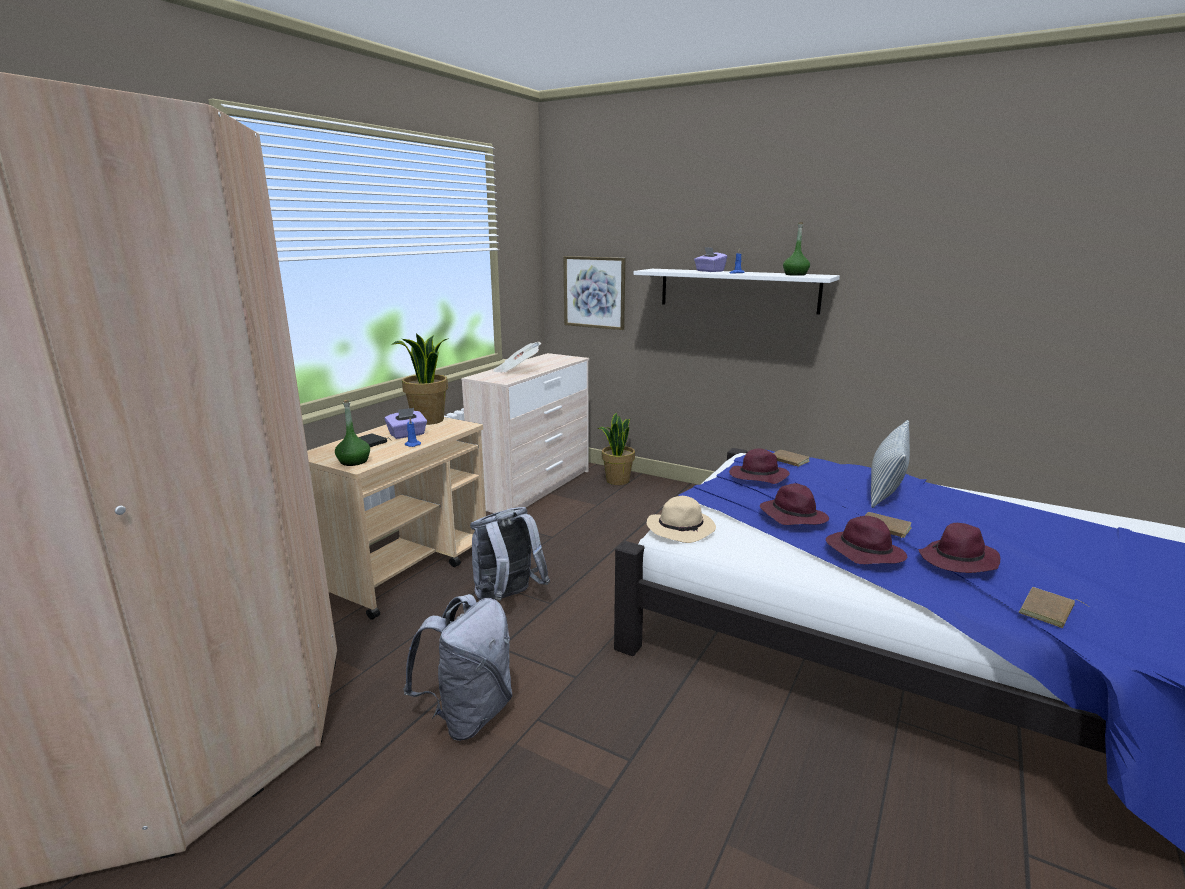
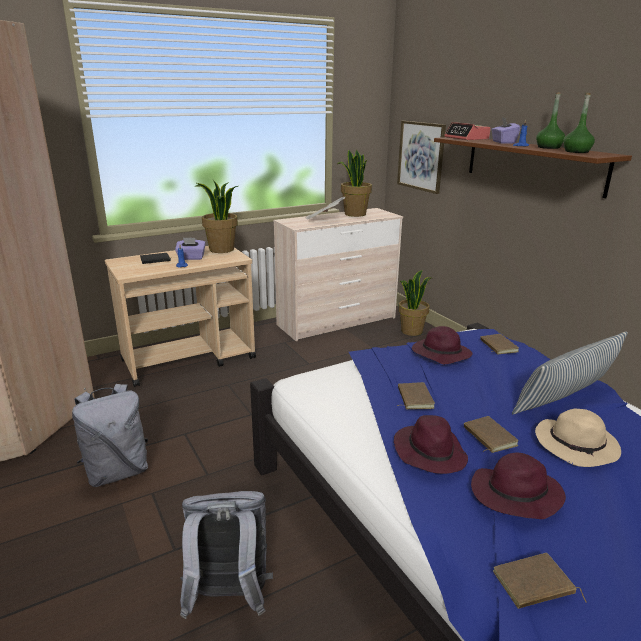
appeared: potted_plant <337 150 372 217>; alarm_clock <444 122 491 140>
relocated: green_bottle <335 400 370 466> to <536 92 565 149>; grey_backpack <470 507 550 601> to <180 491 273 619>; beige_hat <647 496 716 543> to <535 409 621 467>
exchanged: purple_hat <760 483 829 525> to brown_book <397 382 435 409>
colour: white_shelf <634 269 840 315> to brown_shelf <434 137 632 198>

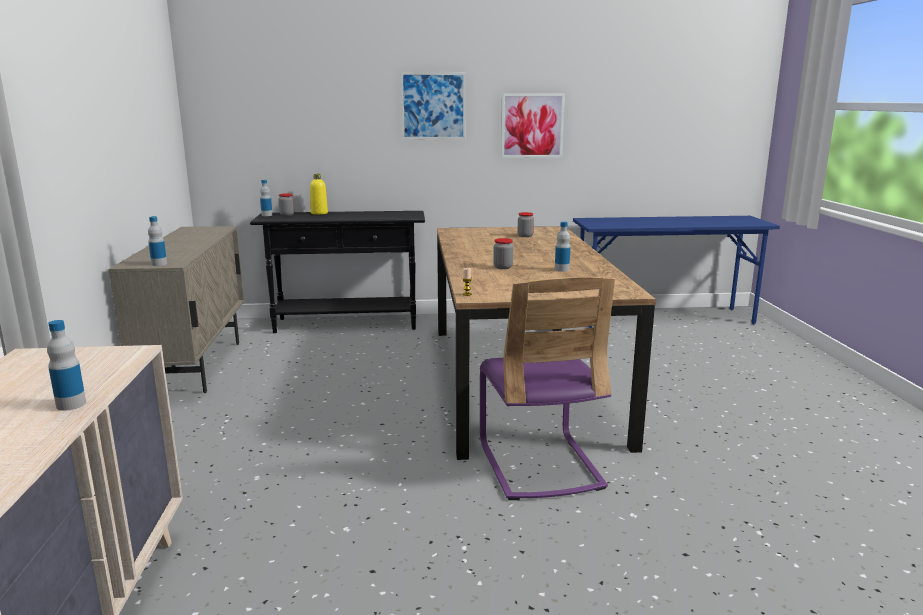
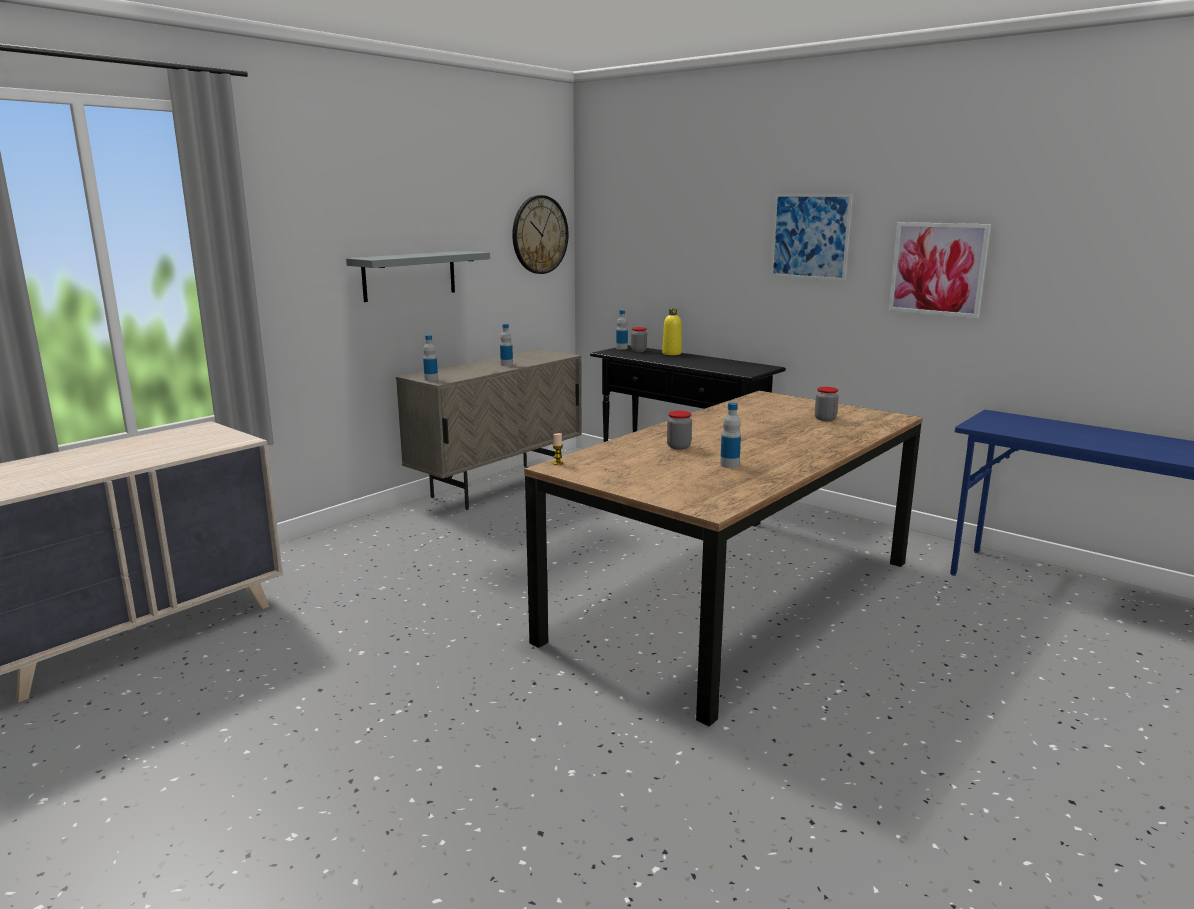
missing: purple_chair <480 277 615 500>
appeared: grey_shelf <346 251 490 302>; wall_clock <512 195 569 274>
relocated: bottle <47 320 86 411> to <500 324 513 366>

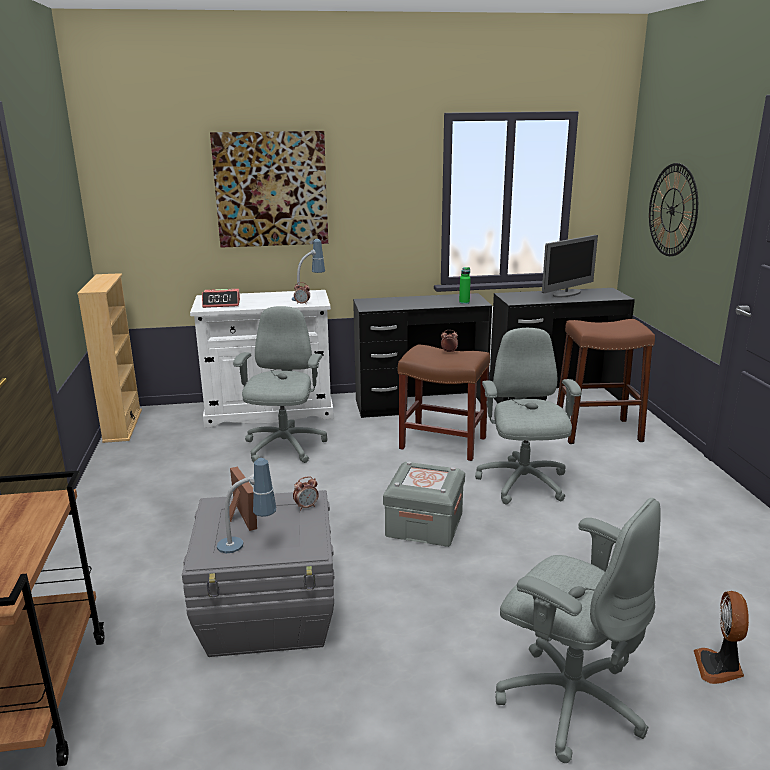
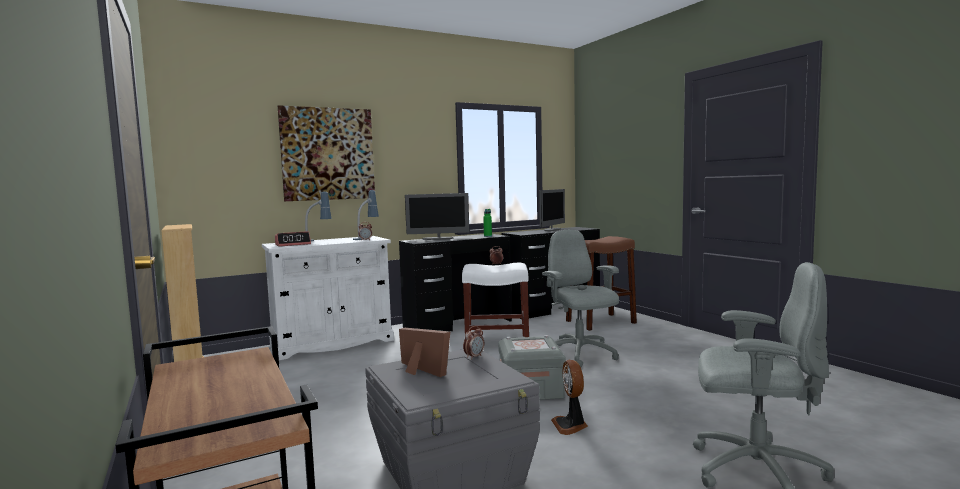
missing: grey_office_chair <233 306 327 463>; wall_clock <649 163 698 256>
appeared: monitor <405 193 469 240>
relocated: table_lamp <217 458 276 553> to <305 191 332 241>; fan <694 591 749 684> to <551 360 588 435>
colour: brown_stool <398 345 490 461> to white_stool <462 263 529 337>

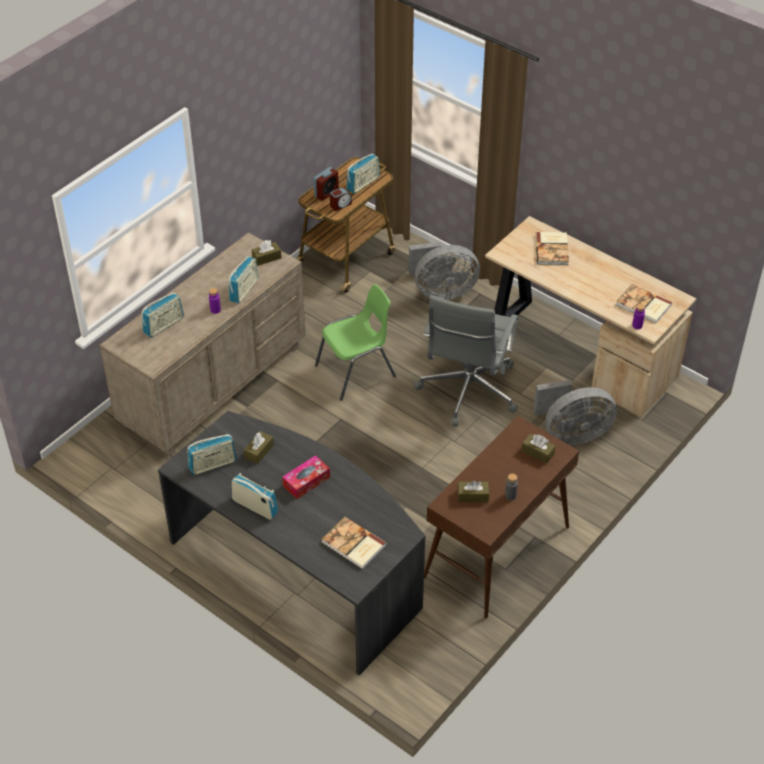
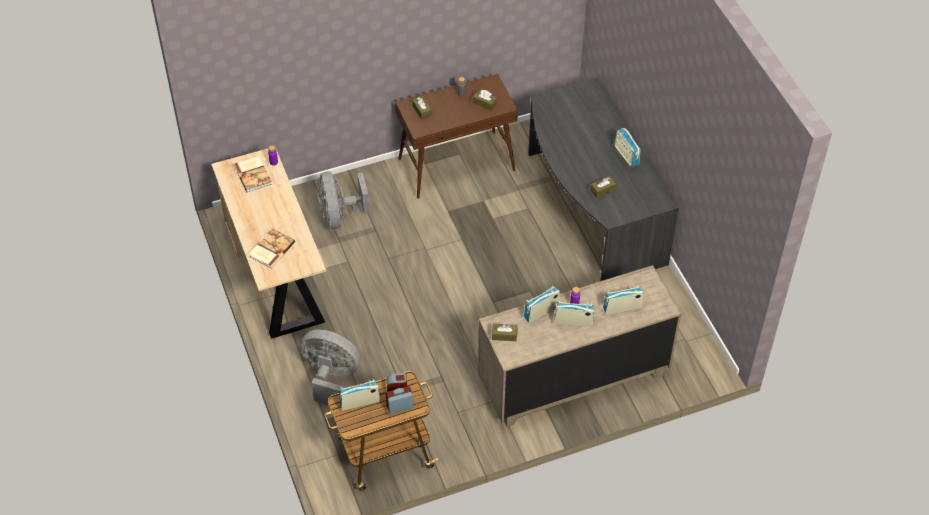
missing: tissue_box <282 455 330 499>; green_chair <315 284 396 401>; book <322 516 386 569>; grey_office_chair <414 295 518 426>
relocated: radio <187 434 237 475> to <554 301 595 327>
spun: grey_fan <533 380 617 445> = <318 171 369 229> 120 degrees counterclockwise

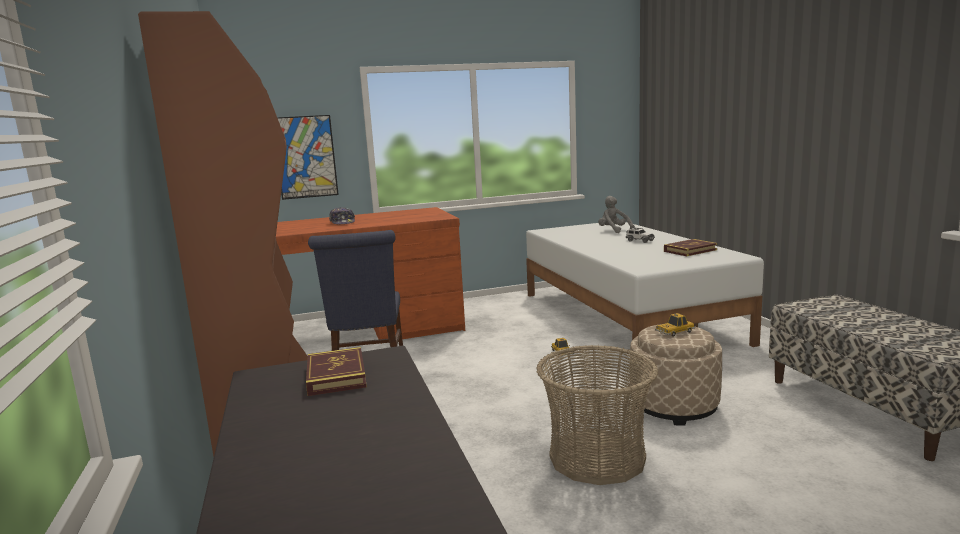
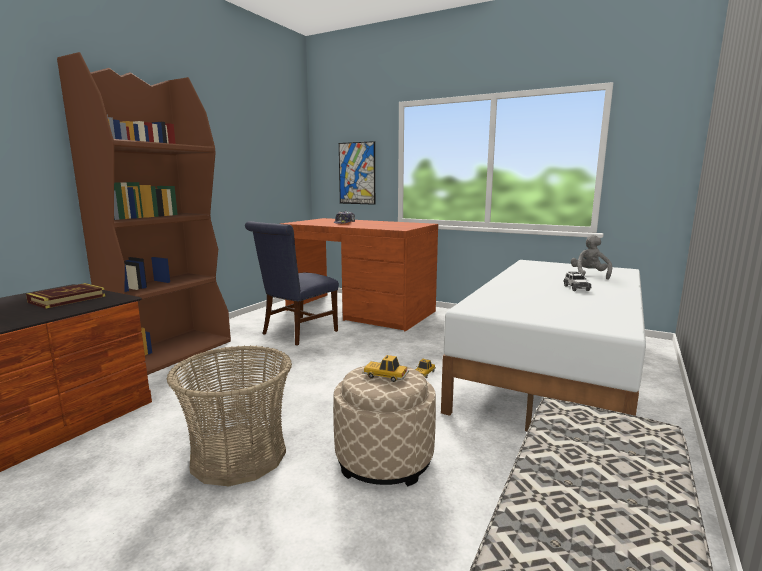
missing: book <664 239 717 256>

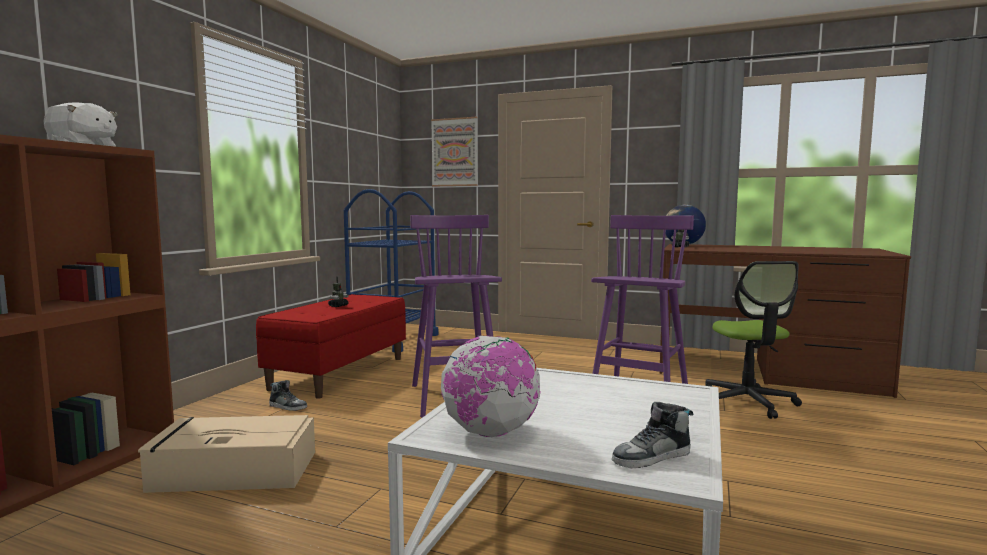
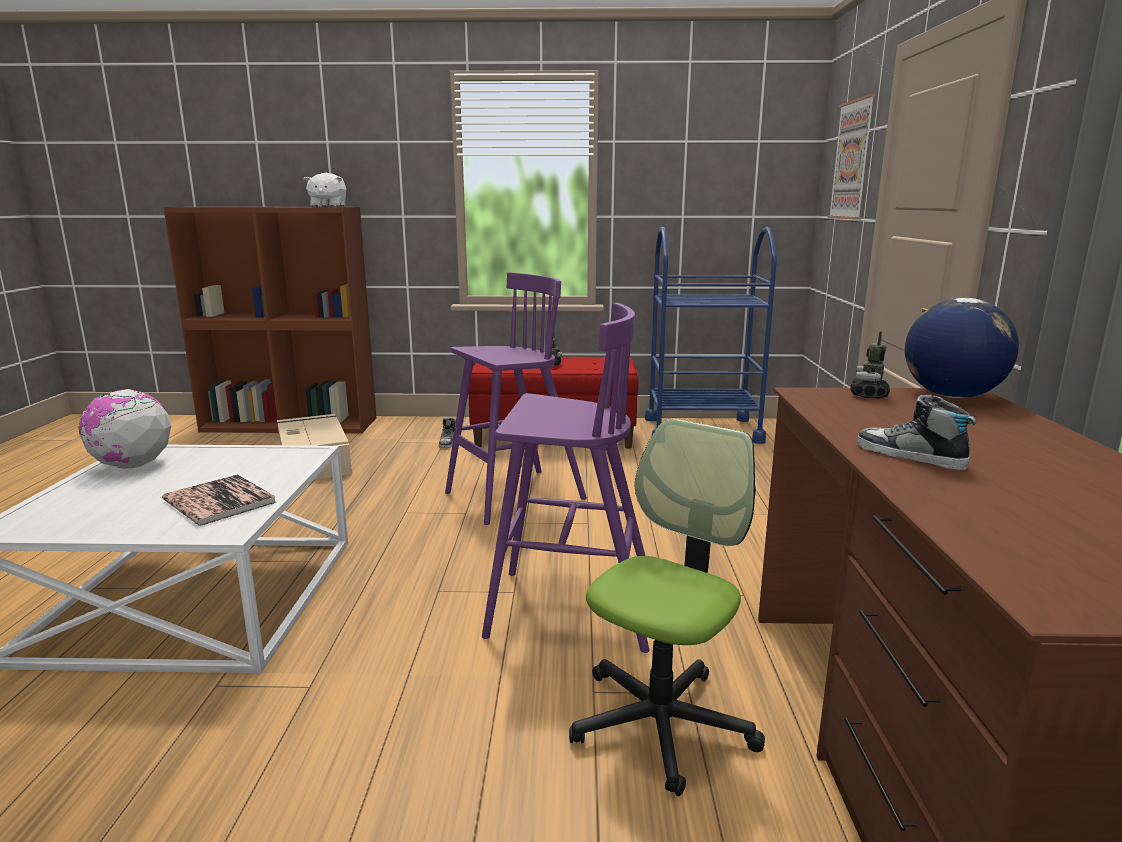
appeared: book <162 474 277 526>
relocated: shoe <611 402 693 469> to <857 395 976 470>
spun: office_chair <705 261 802 419> = <569 418 765 796> 150 degrees clockwise

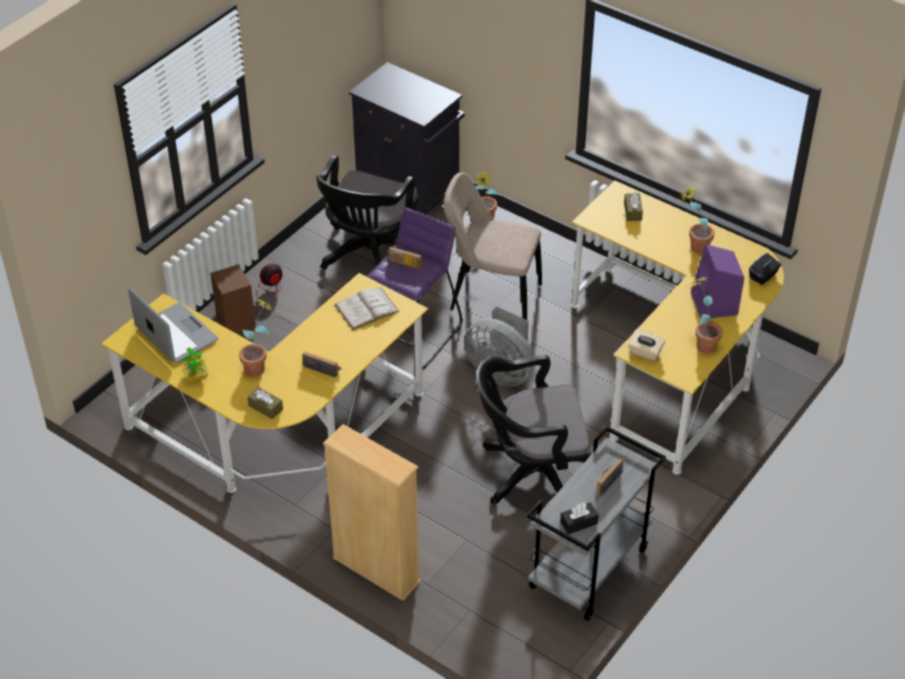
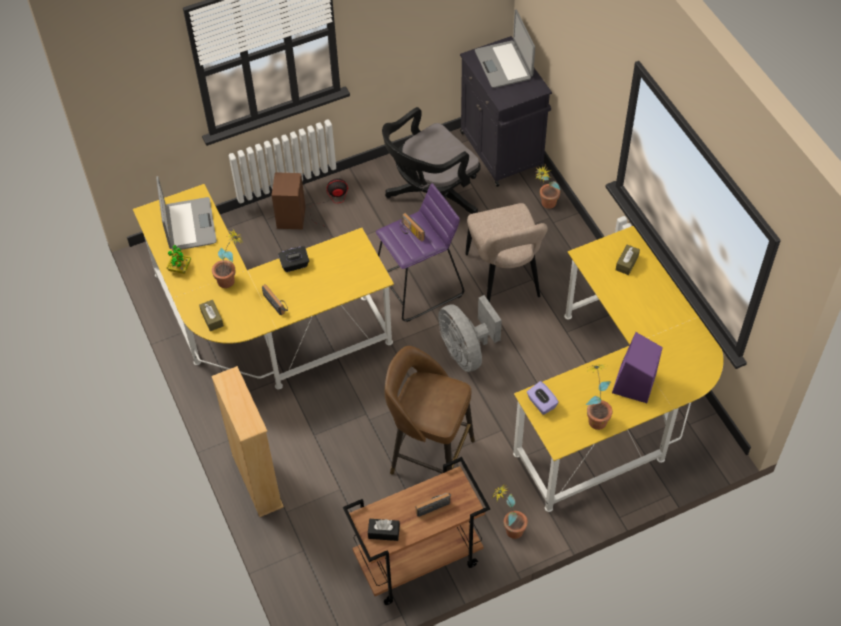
missing: white_book <335 287 399 330>
appeared: laptop <475 10 535 88>
relocated: potted_plant <679 185 715 254> to <491 483 528 539>; black_tissue_box <749 253 781 285> to <278 246 309 272>
exchanged: black_office_chair <476 355 592 505> to brown_stool <384 346 475 475>
colour: grey_cart <527 426 666 621> to brown_cart <343 457 490 605>; beige_tissue_box <628 330 665 361> to purple_tissue_box <526 381 559 415>
spun: beige_chair <443 173 542 320> = <466 203 548 302> 150 degrees counterclockwise

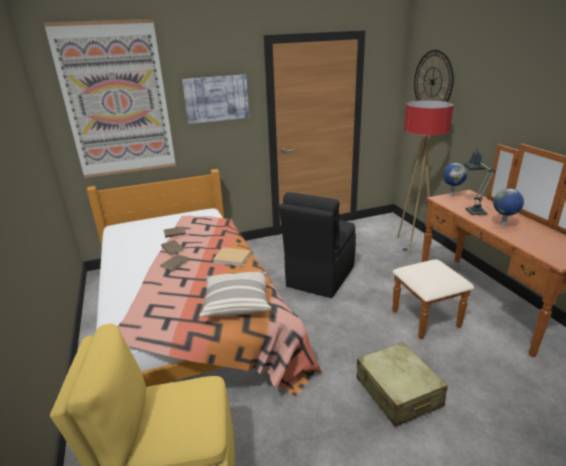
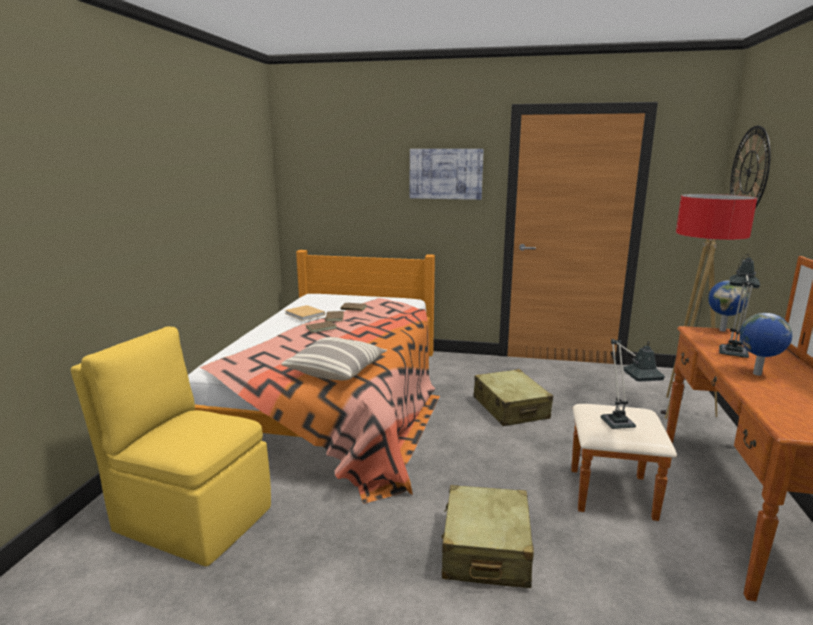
missing: picture <44 19 176 178>
appeared: table_lamp <601 339 665 429>
relocated: beige_book <213 247 251 266> to <285 305 325 321>
exchanged: black_chair <279 192 356 298> to beige_suitcase <473 369 553 426>

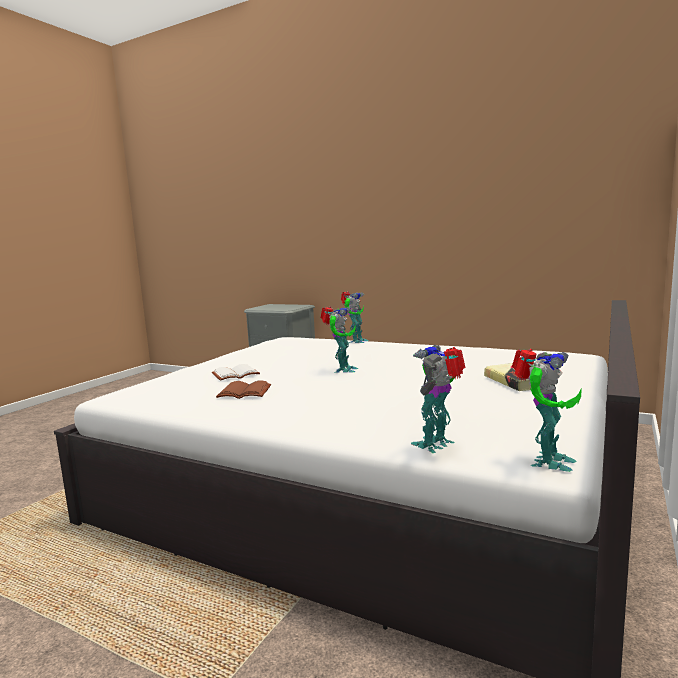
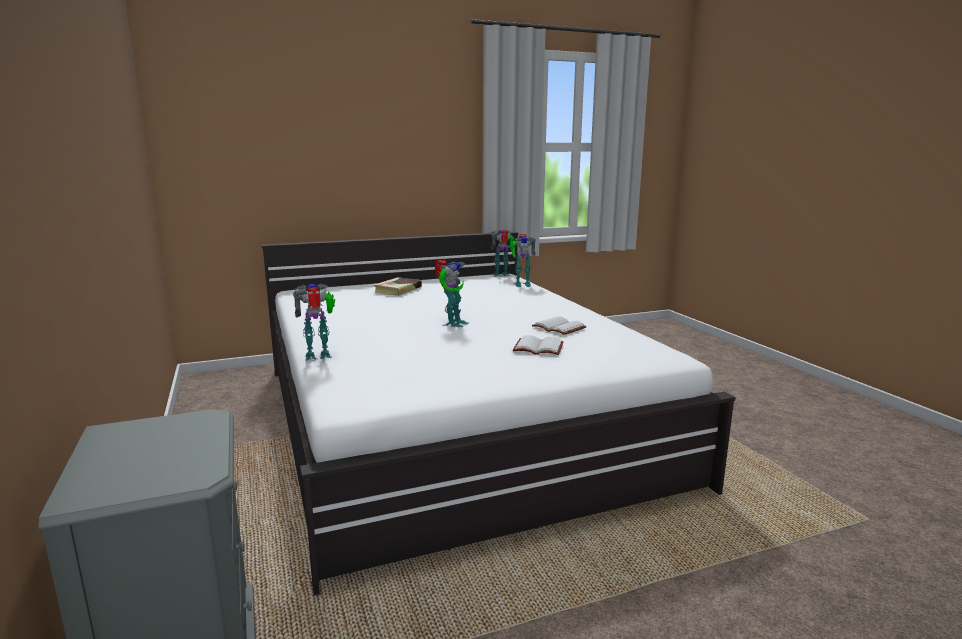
colour: brown_book <216 380 271 399> to white_book <532 317 587 335>
spun: toy_robot <321 307 358 373> = <435 259 469 327> 150 degrees clockwise

